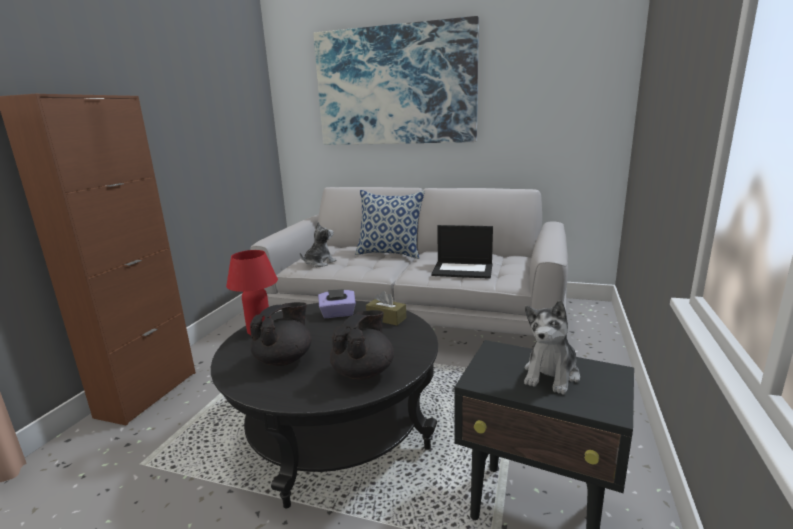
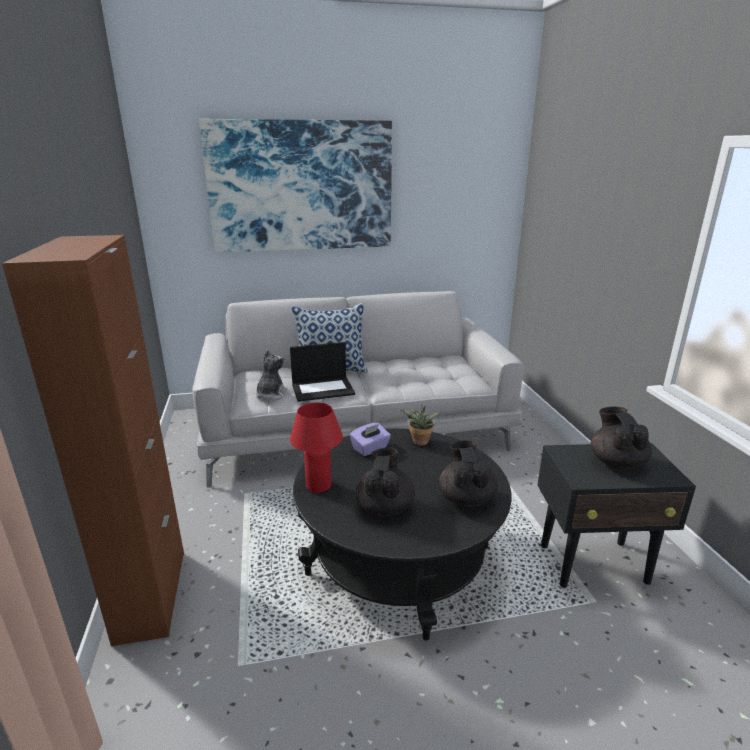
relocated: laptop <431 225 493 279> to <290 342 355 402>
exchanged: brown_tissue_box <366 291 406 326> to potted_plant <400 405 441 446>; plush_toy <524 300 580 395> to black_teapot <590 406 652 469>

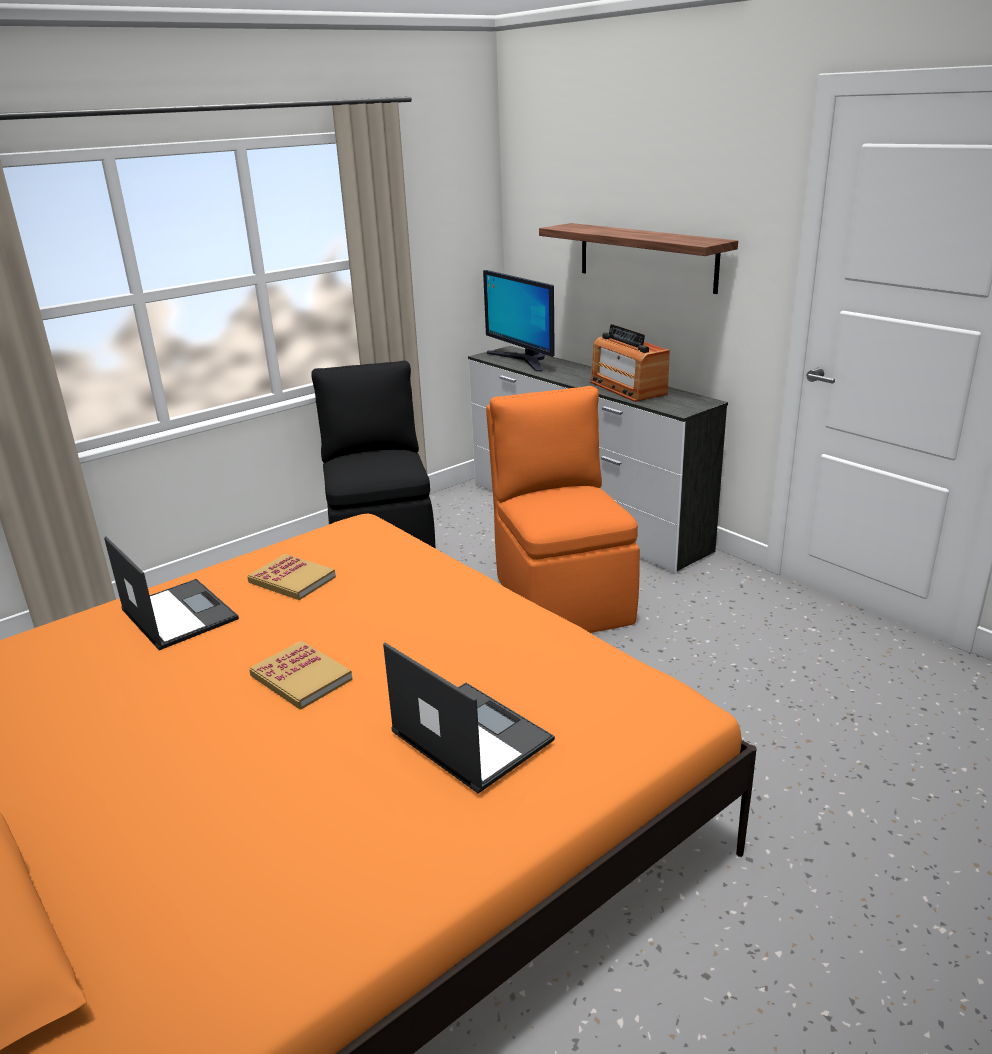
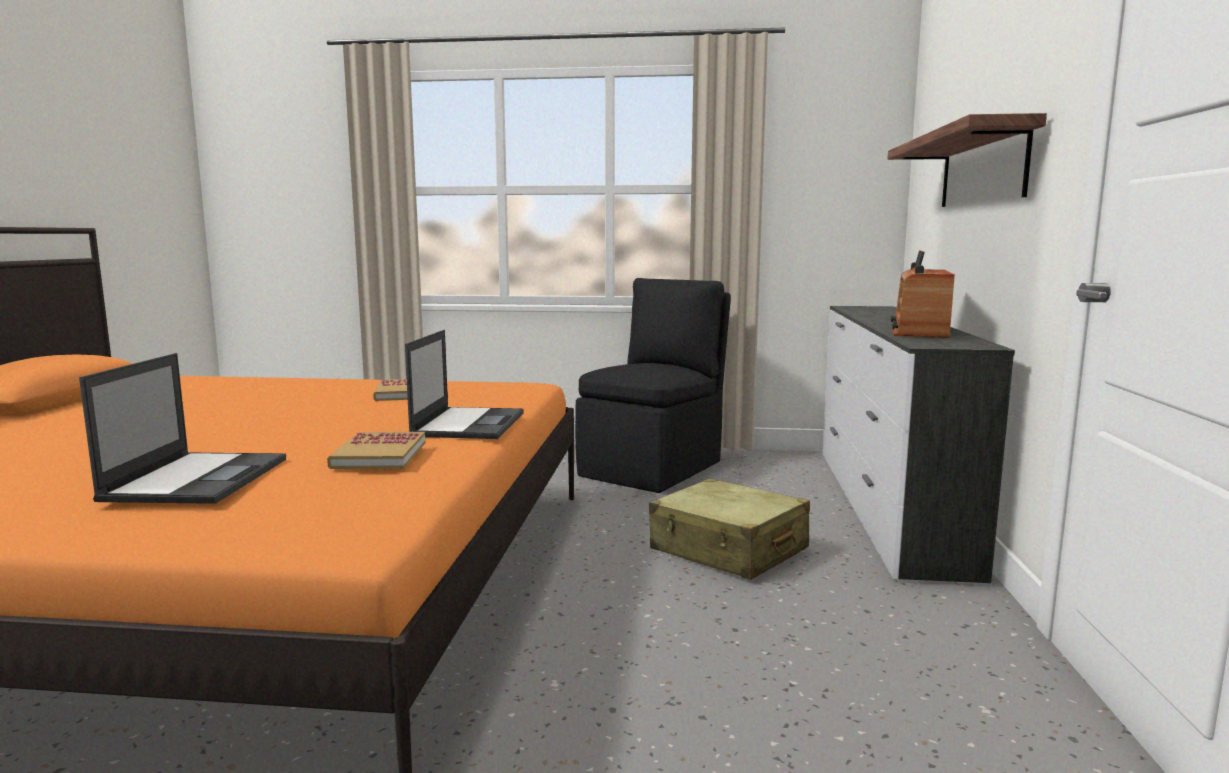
missing: monitor <483 270 555 372>
relocated: laptop <104 536 239 650> to <405 330 523 439>; book <249 641 353 710> to <327 432 425 469>
exchanged: orange_chair <486 386 640 633> to beige_suitcase <649 478 810 580>

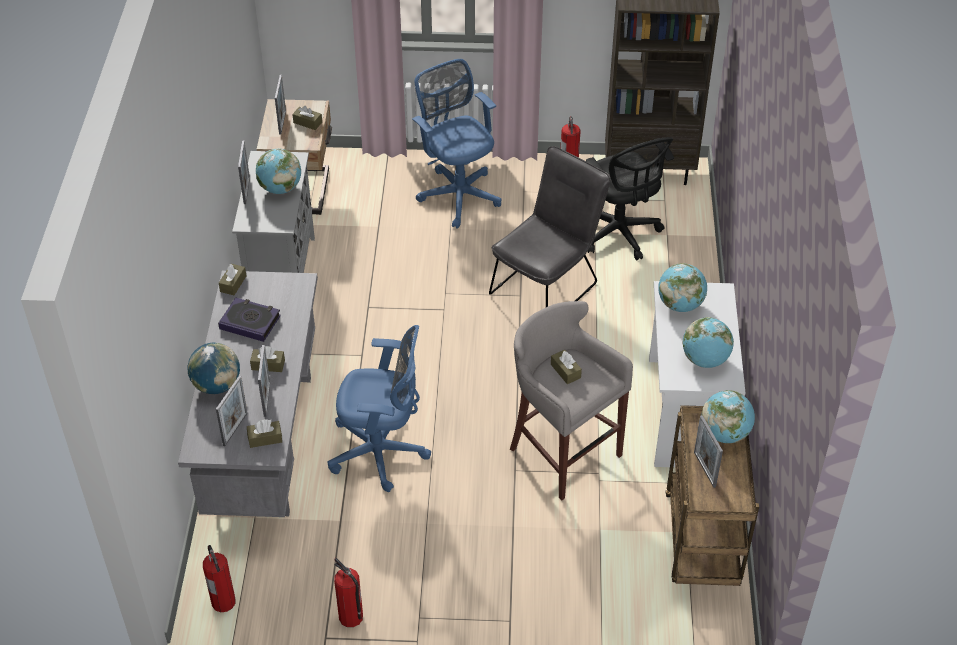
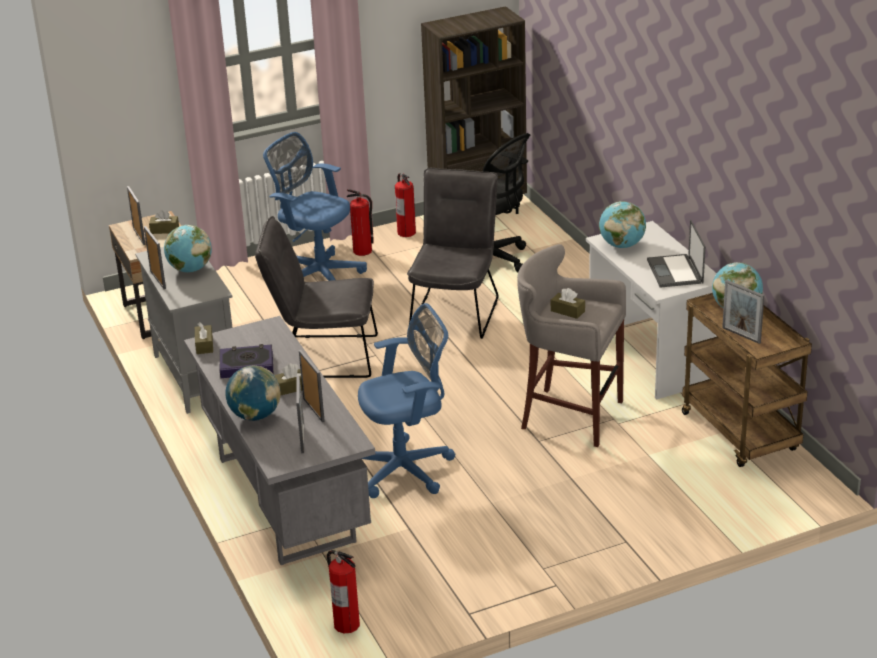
missing: brown_tissue_box <247 419 282 448>
appeared: grey_chair <255 216 378 378>
relocated: fire_extinguisher <334 558 363 627> to <347 189 374 256>
exchanged: globe <683 317 734 368> to laptop <647 220 706 288>

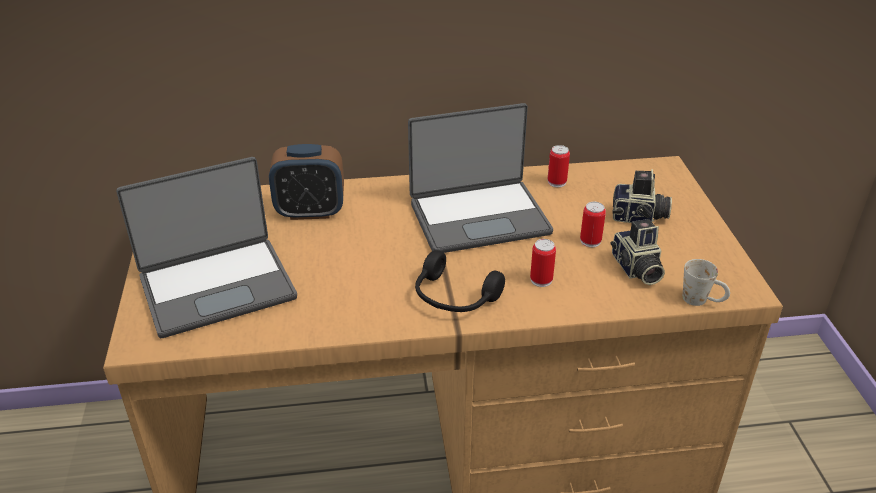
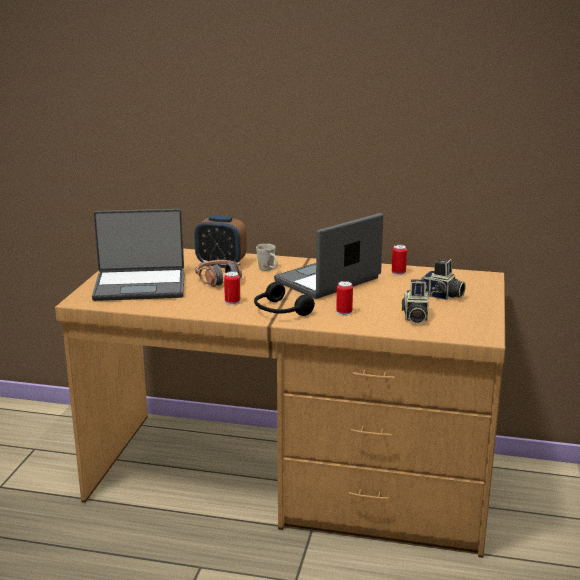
appeared: headphones <195 260 242 287>
relocated: can <580 202 606 247> to <224 271 240 305>; white_mug <683 259 730 306> to <256 244 278 271>
spun: laptop <408 103 553 253> = <274 213 384 299> 135 degrees clockwise

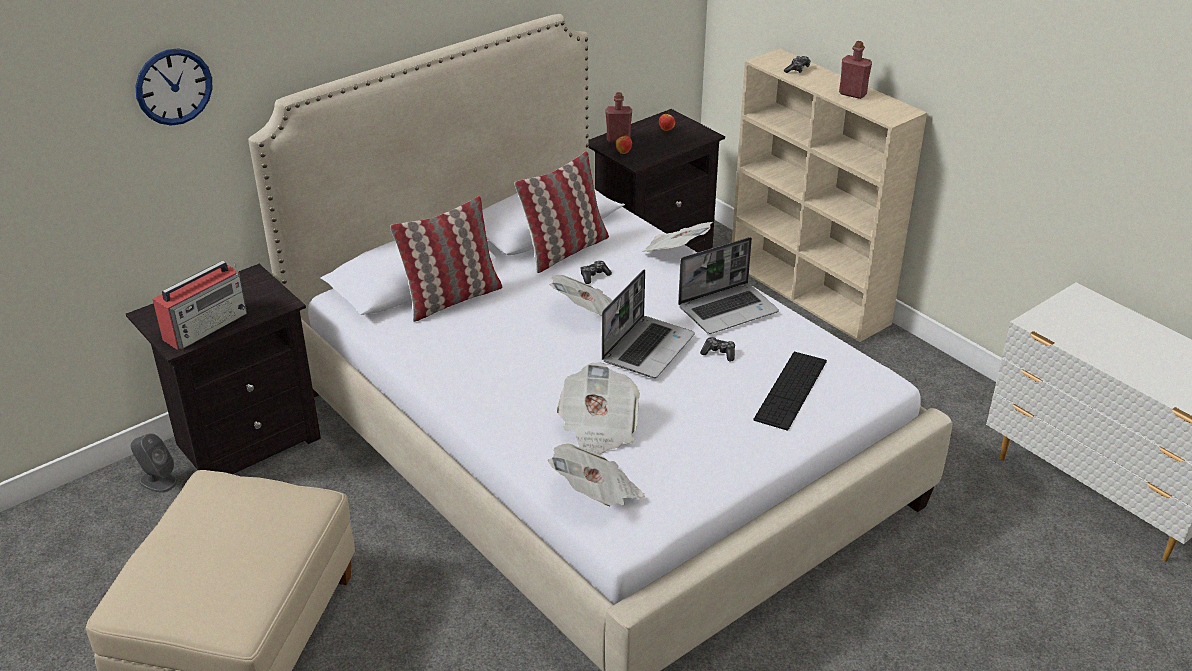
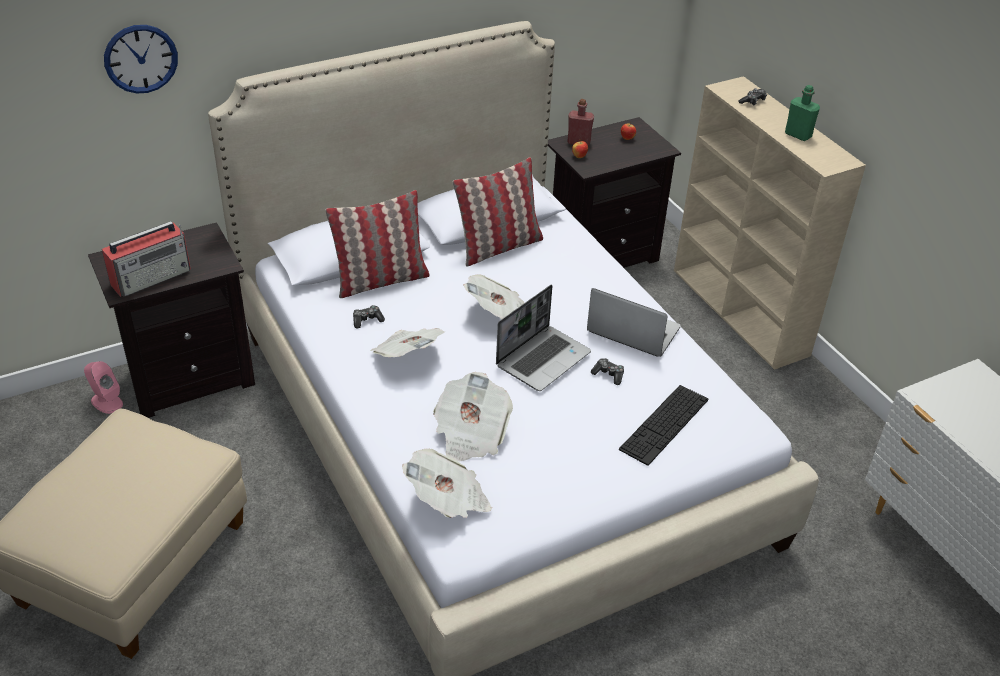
relocated: game_controller <580 261 612 284> to <353 305 385 328>; newspaper <642 222 713 252> to <370 328 445 357>
colour: grey_speaker <131 433 178 493> to pink_speaker <84 361 123 414>; red_bottle <839 41 872 99> to green_bottle <785 85 820 141>
spun: laptop <678 237 779 334> = <587 288 681 357> 135 degrees counterclockwise

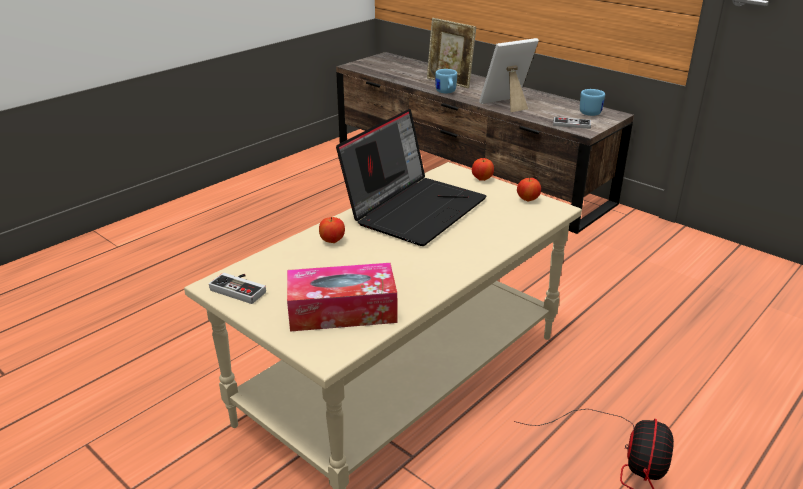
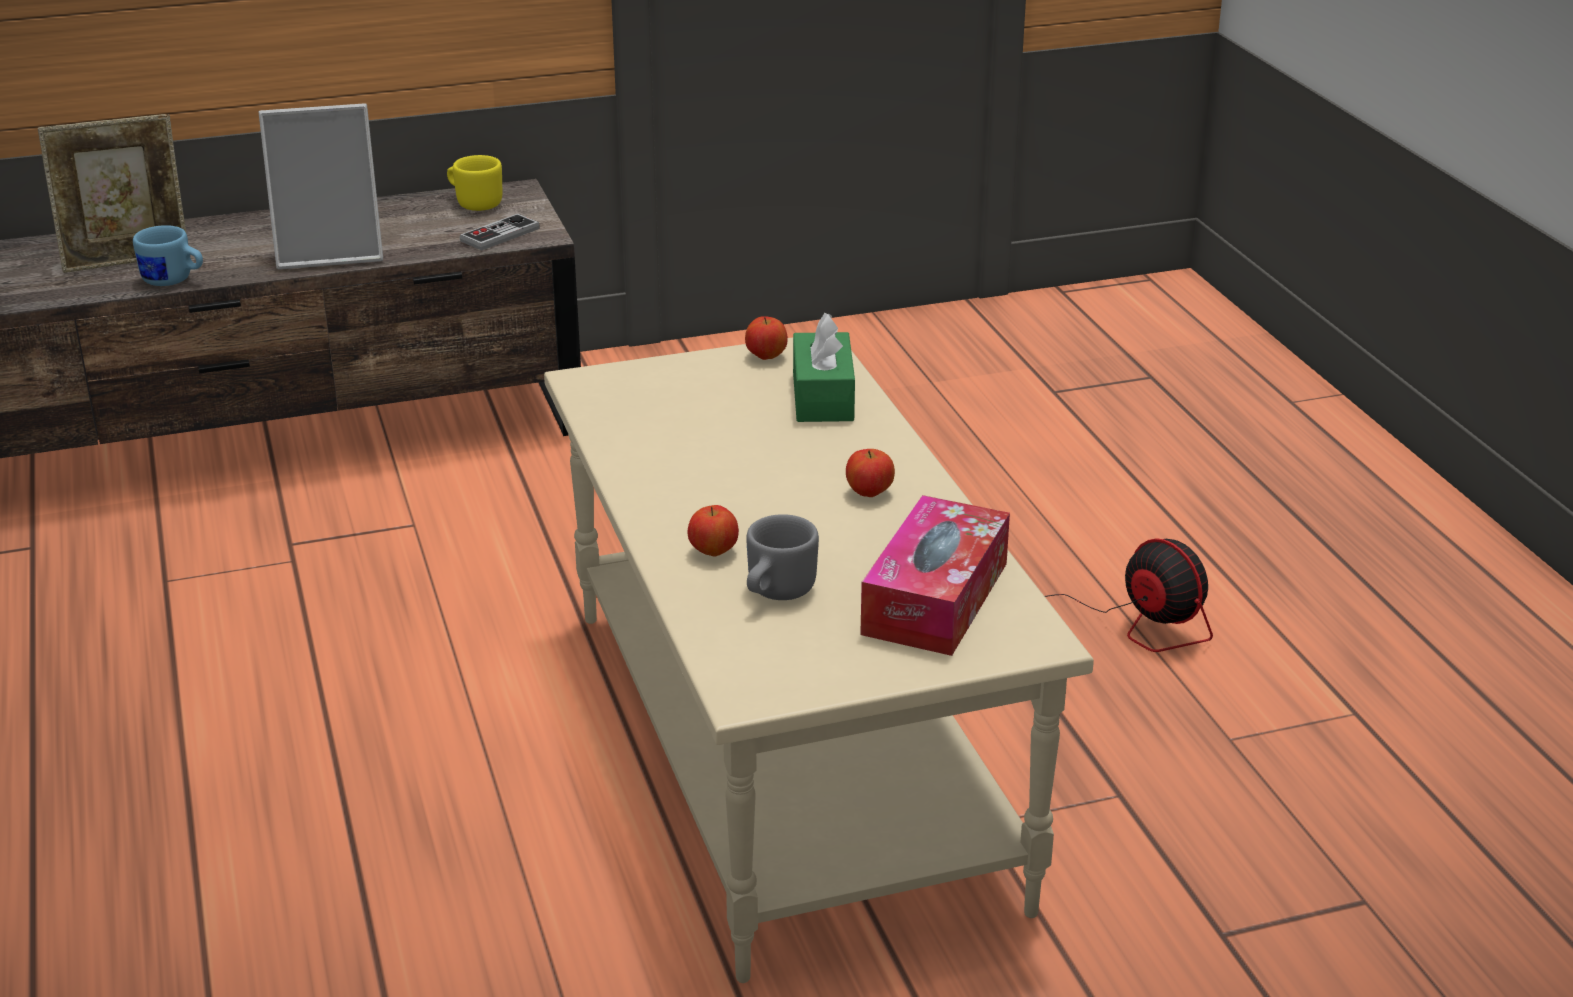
missing: game_controller <209 273 266 304>; laptop <336 109 487 246>
appeared: grey_mug <746 514 819 600>; green_tissue_box <793 313 855 422>
relocated: apple <472 158 494 181> to <846 449 895 497>
colour: blue_mug <580 89 605 116> to yellow_mug <447 155 503 211>
spun: picture_frame <479 38 539 113> = <259 103 383 270> 105 degrees counterclockwise

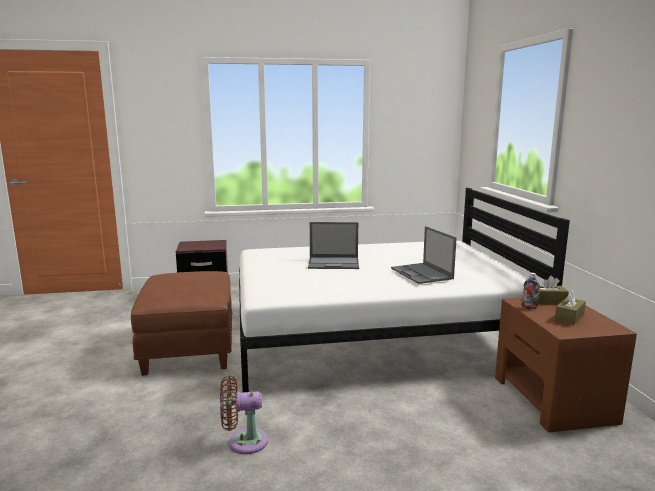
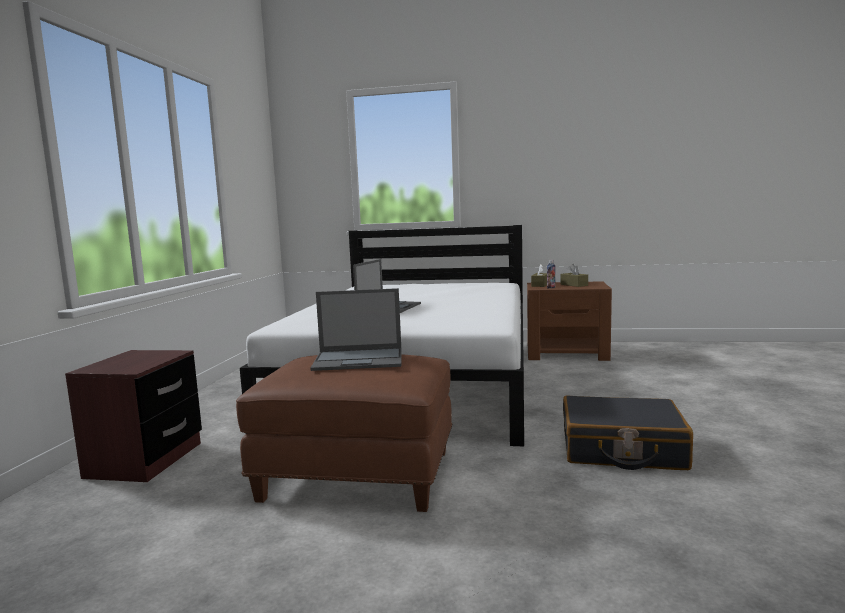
relocated: laptop <391 226 457 284> to <310 288 401 371>
exchanged: brown_fan <220 376 268 454> to black_suitcase <563 395 693 470>

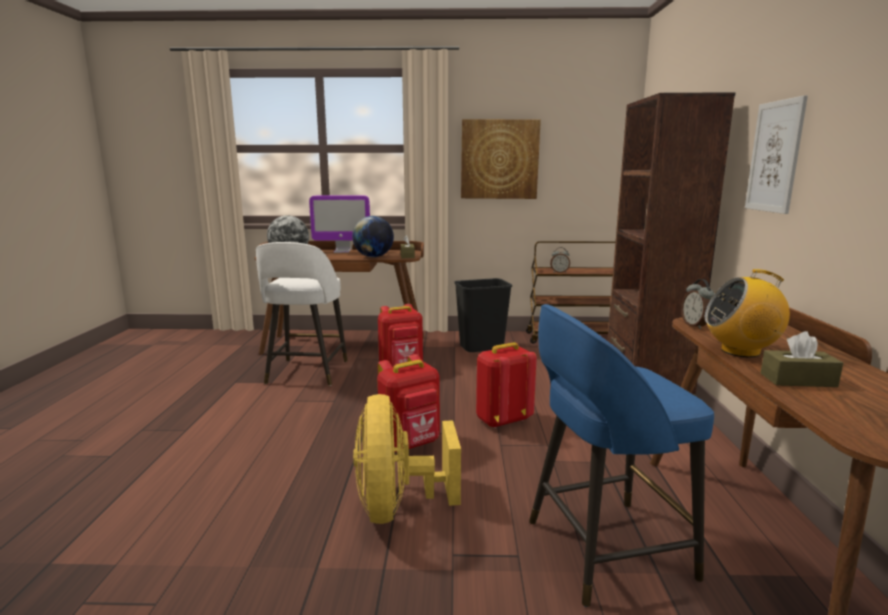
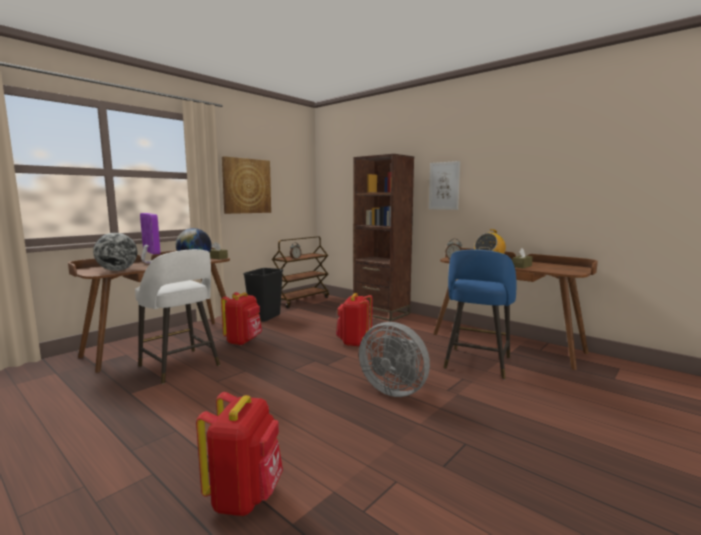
relocated: red_backpack <377 354 440 452> to <196 392 283 516>
colour: yellow_fan <353 394 461 524> to grey_fan <359 322 430 397>
spun: monitor <309 195 370 253> = <140 213 160 264> 75 degrees counterclockwise

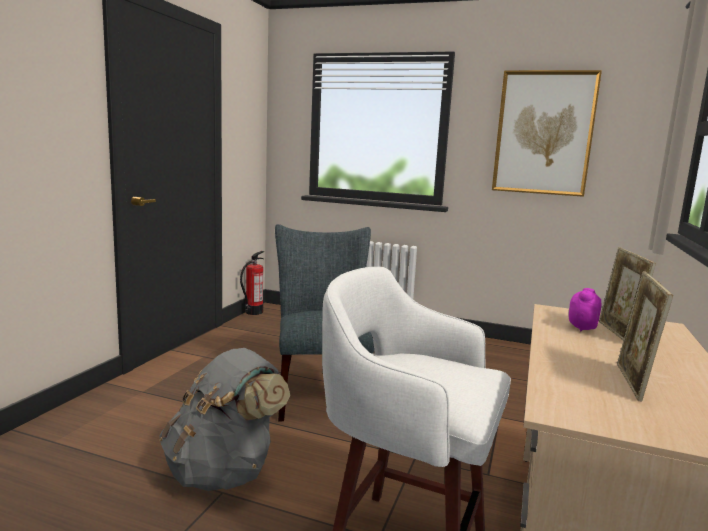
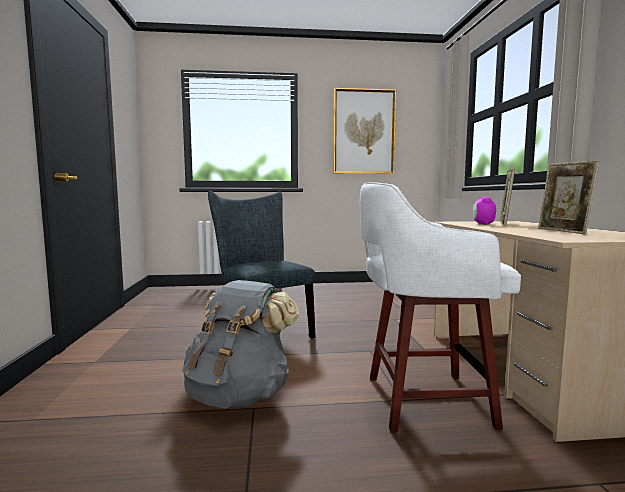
missing: fire_extinguisher <240 251 264 315>
spun: picture_frame <599 247 656 340> = <499 169 515 226> 45 degrees clockwise

